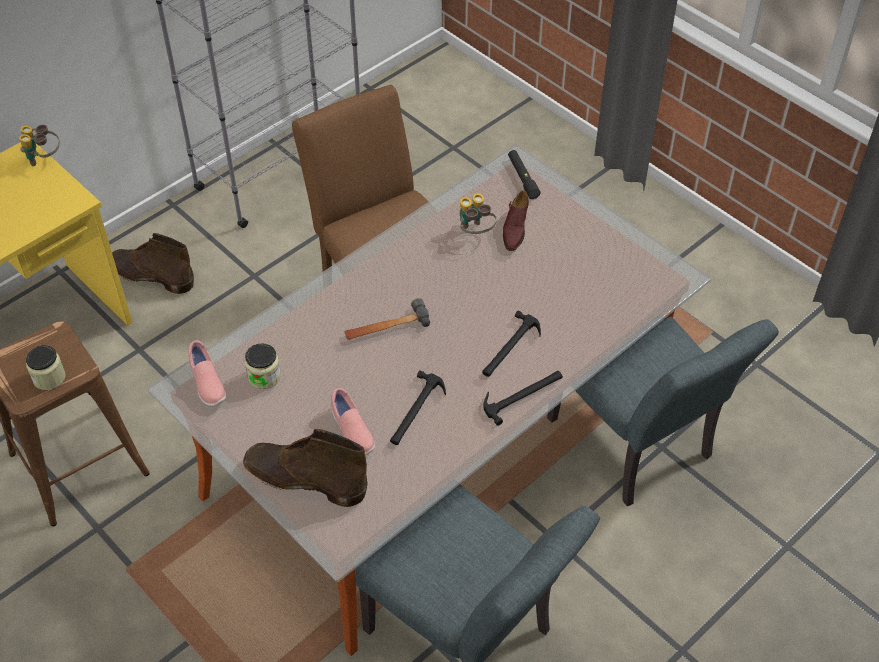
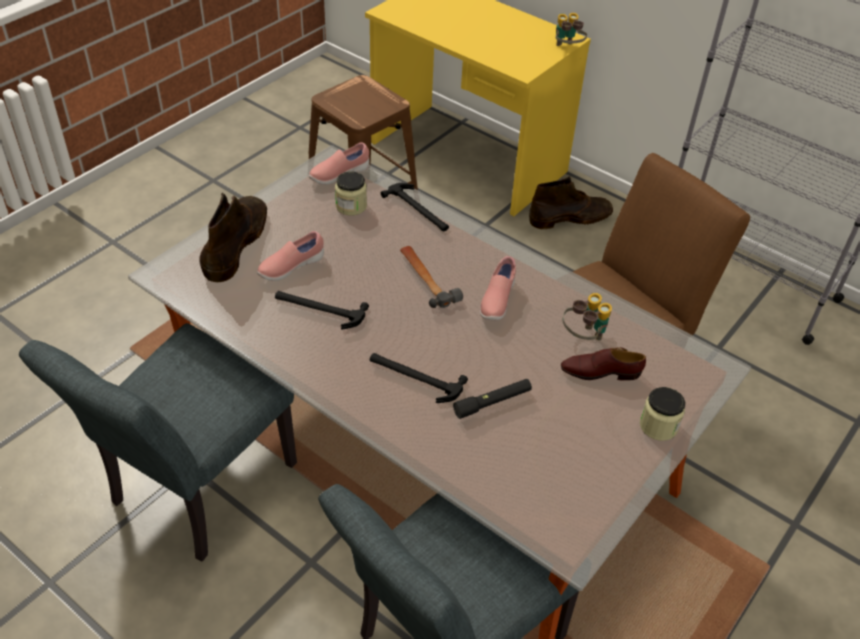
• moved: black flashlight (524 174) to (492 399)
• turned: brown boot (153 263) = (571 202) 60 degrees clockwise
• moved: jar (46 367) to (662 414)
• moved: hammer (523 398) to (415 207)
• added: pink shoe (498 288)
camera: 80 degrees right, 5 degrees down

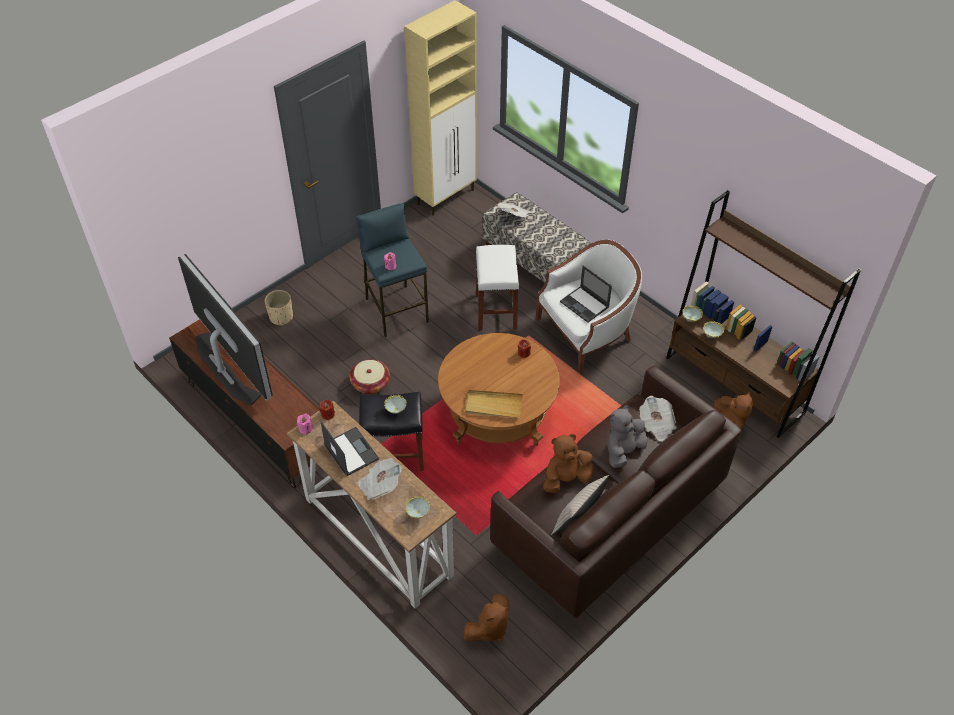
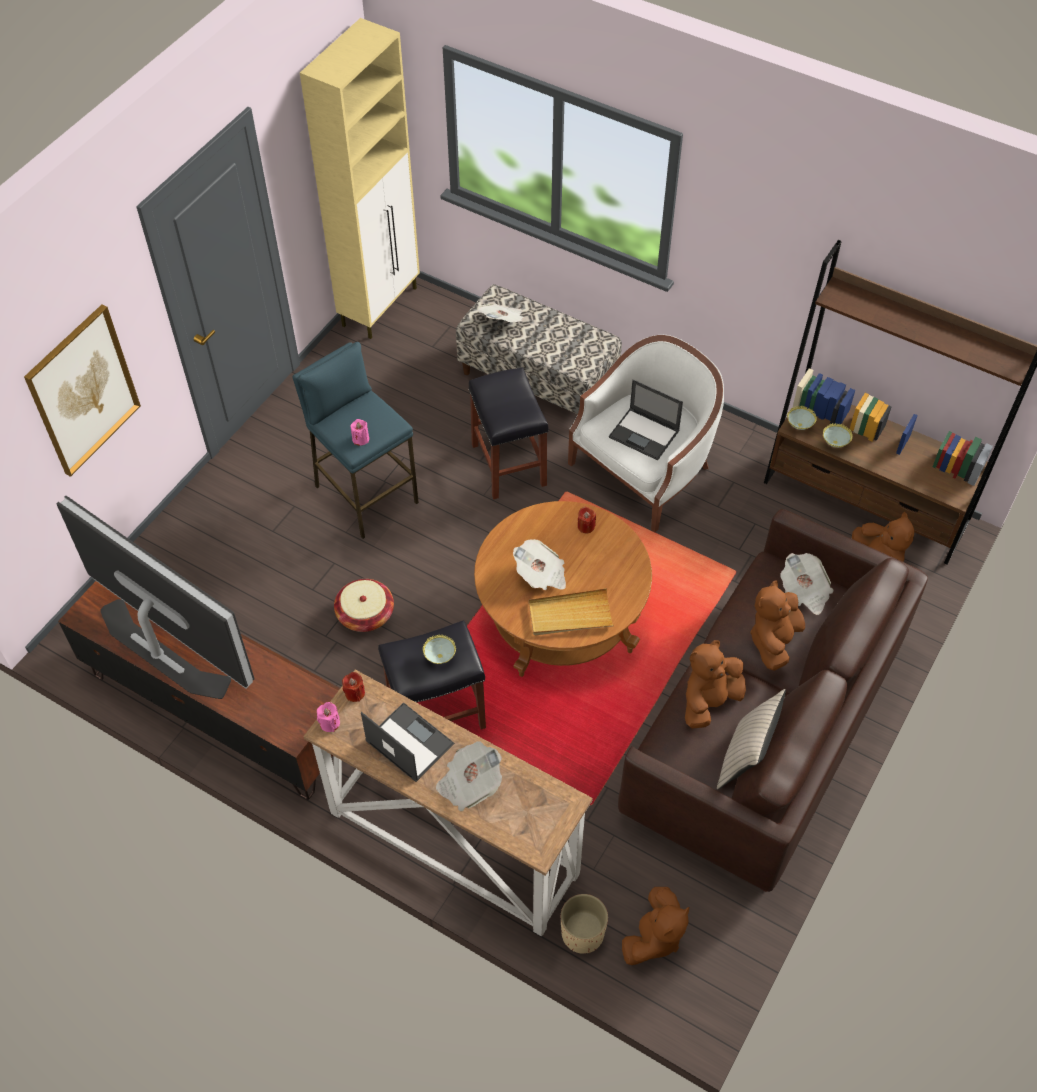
• recoloured: white stool (497 288) to black stool (508 433)
• moved: beige planter (279 308) to (584 924)
• recoloured: grey plush toy (628 437) to brown plush toy (777 625)
• removed: bowl (417 507)
• added: picture (82 390)
• added: newspaper (539 564)
camera: 15 degrees left, 5 degrees up

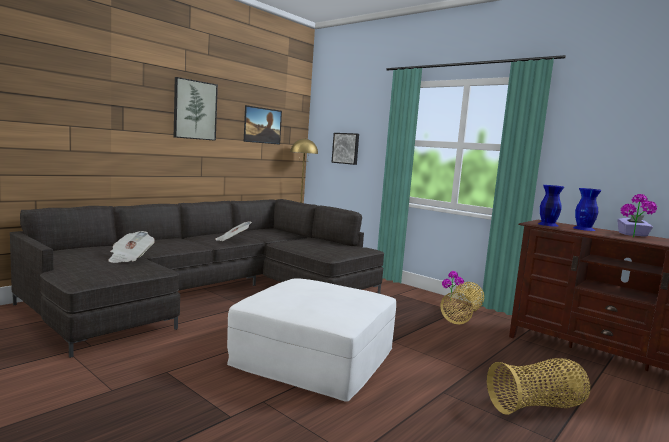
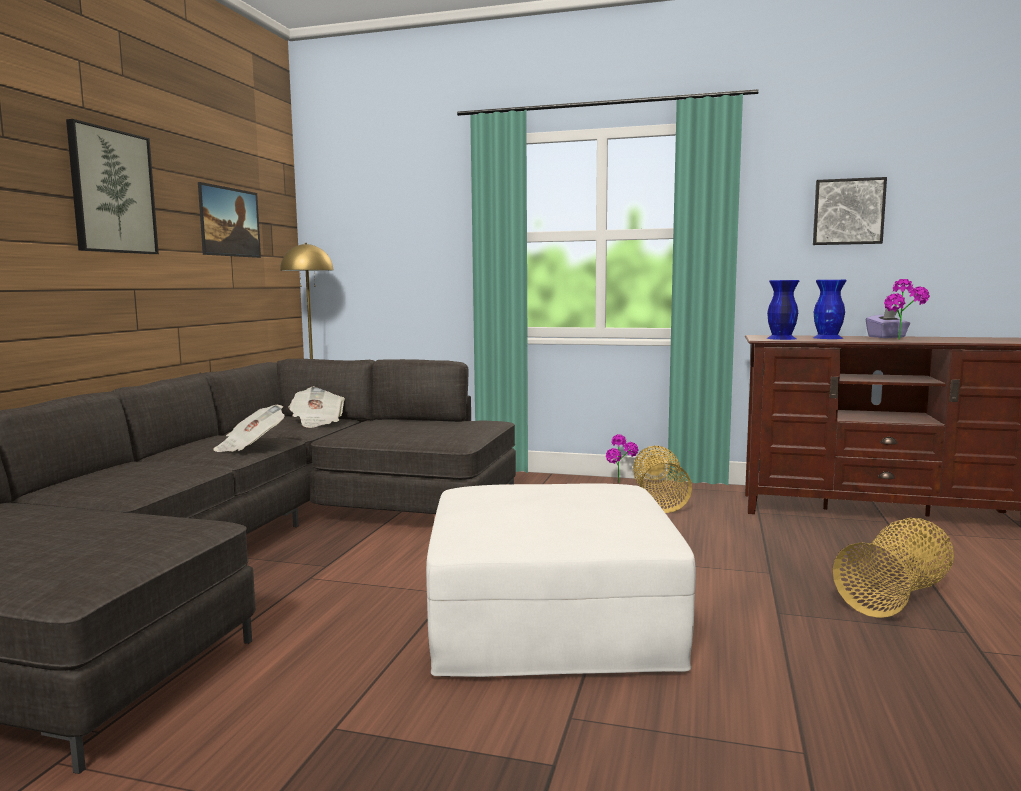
• moved: picture (345 149) to (850 211)
• moved: newspaper (131 247) to (317 407)
camera: 25 degrees left, 0 degrees up

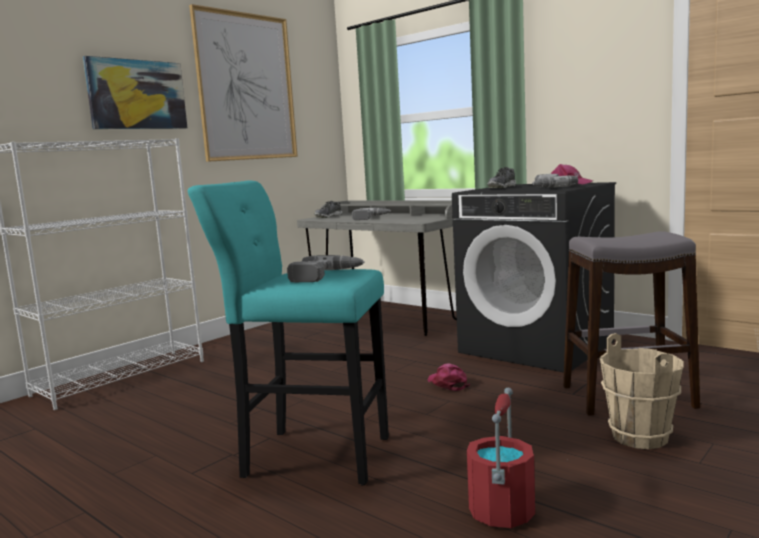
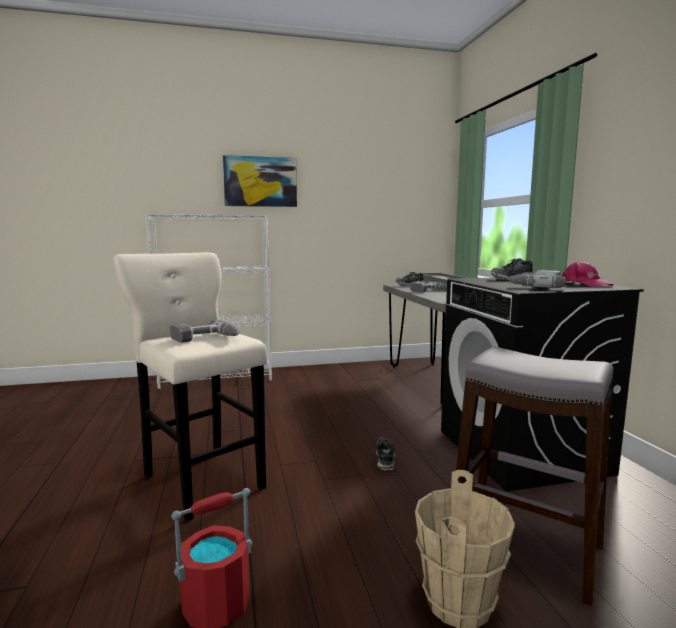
• removed: picture (243 83)
• recoloured: turquoise stool (288 333) to beige stool (190 387)
• replaced: pink cap (448 377) to shoe (385 454)
camera: 35 degrees right, 0 degrees up

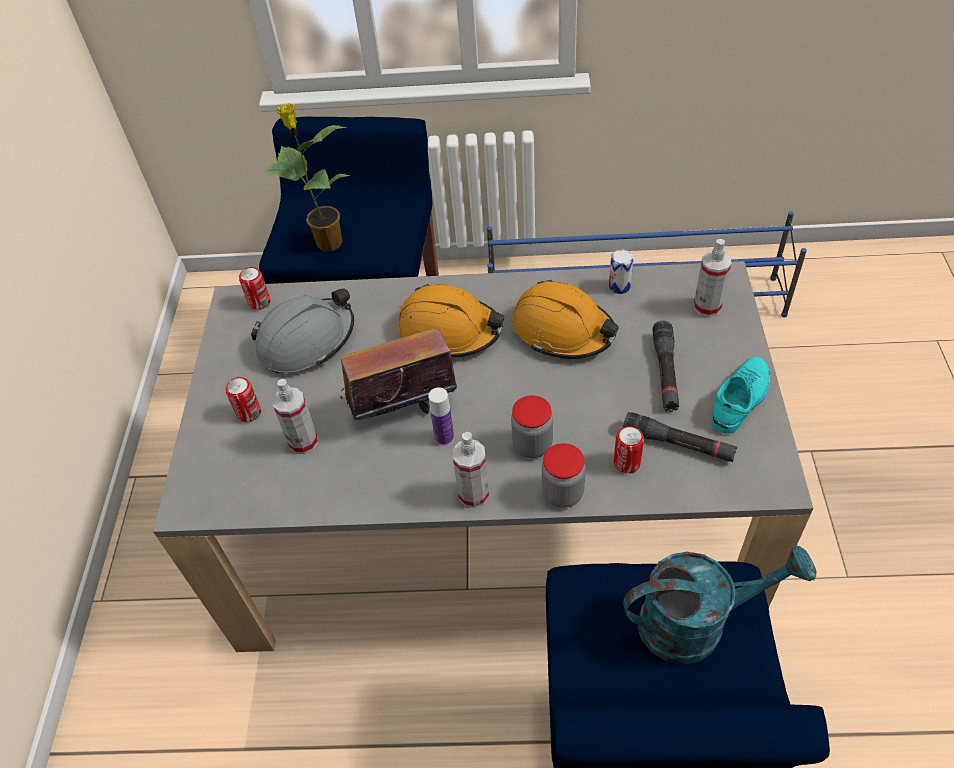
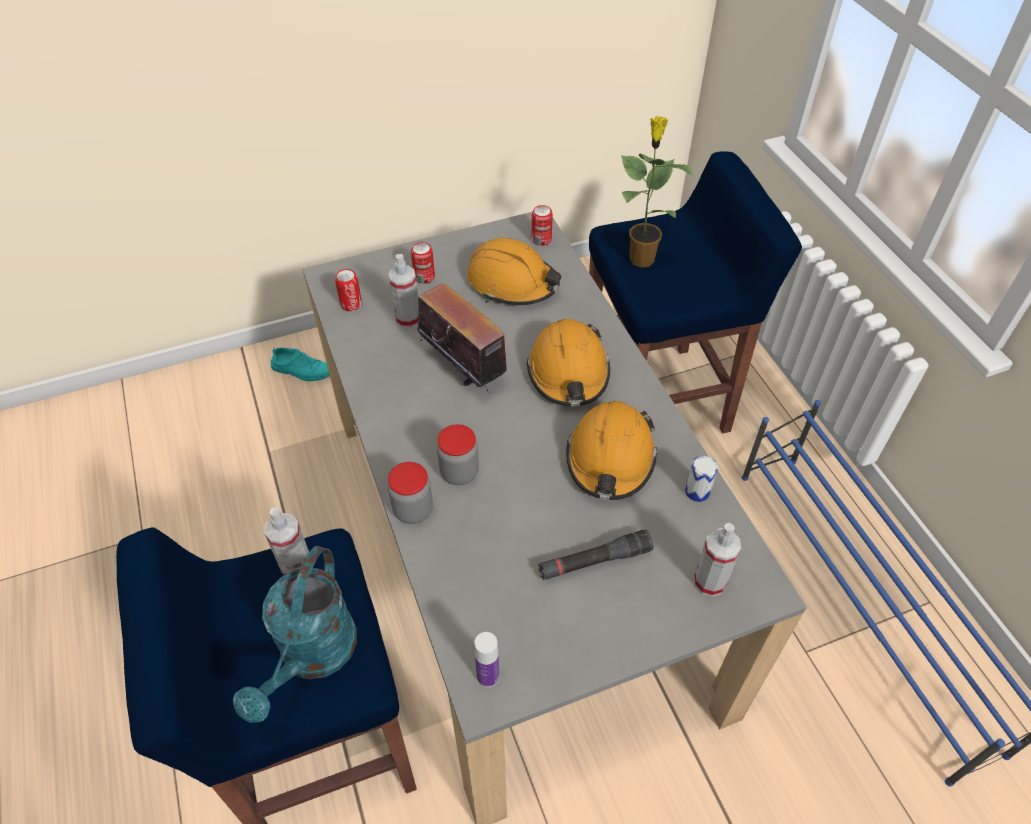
• recoloured: grey hard hat (302 330) to orange hard hat (514 271)
• moved: turquoise shoe (740 395) to (300 364)
• moved: bottle (441 417) to (486 659)
• removed: black flashlight (680 437)
• moved: can (629 450) to (348 290)
• moved: spray bottle (471 470) to (286 541)
• turned: turquoise watering can (719 604) = (295 634) 45 degrees clockwise
camera: 65 degrees right, 0 degrees up

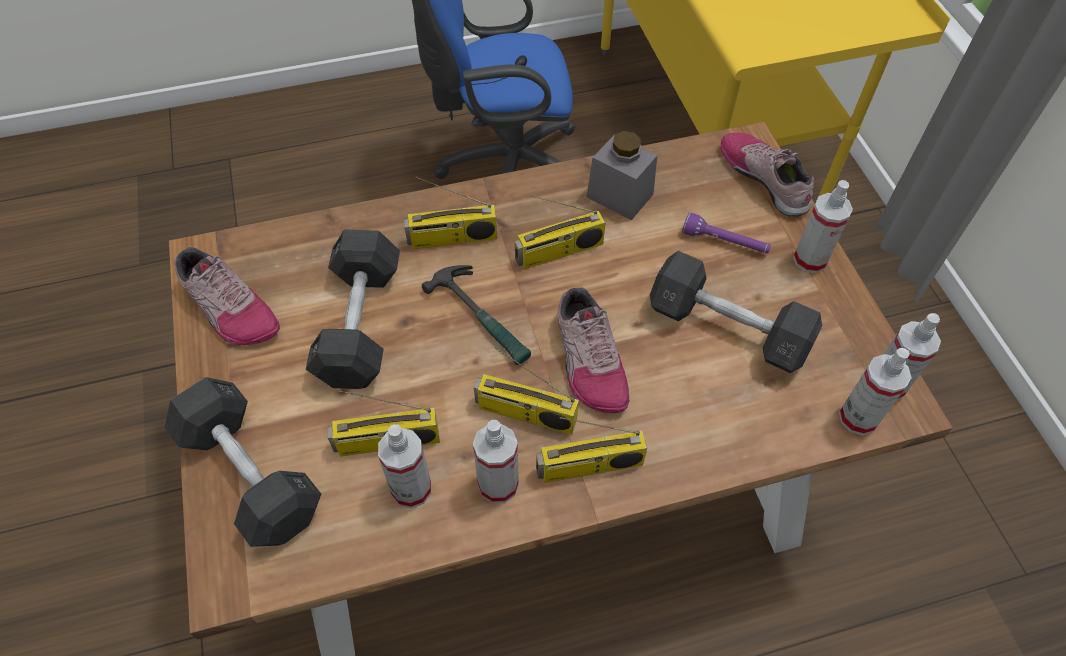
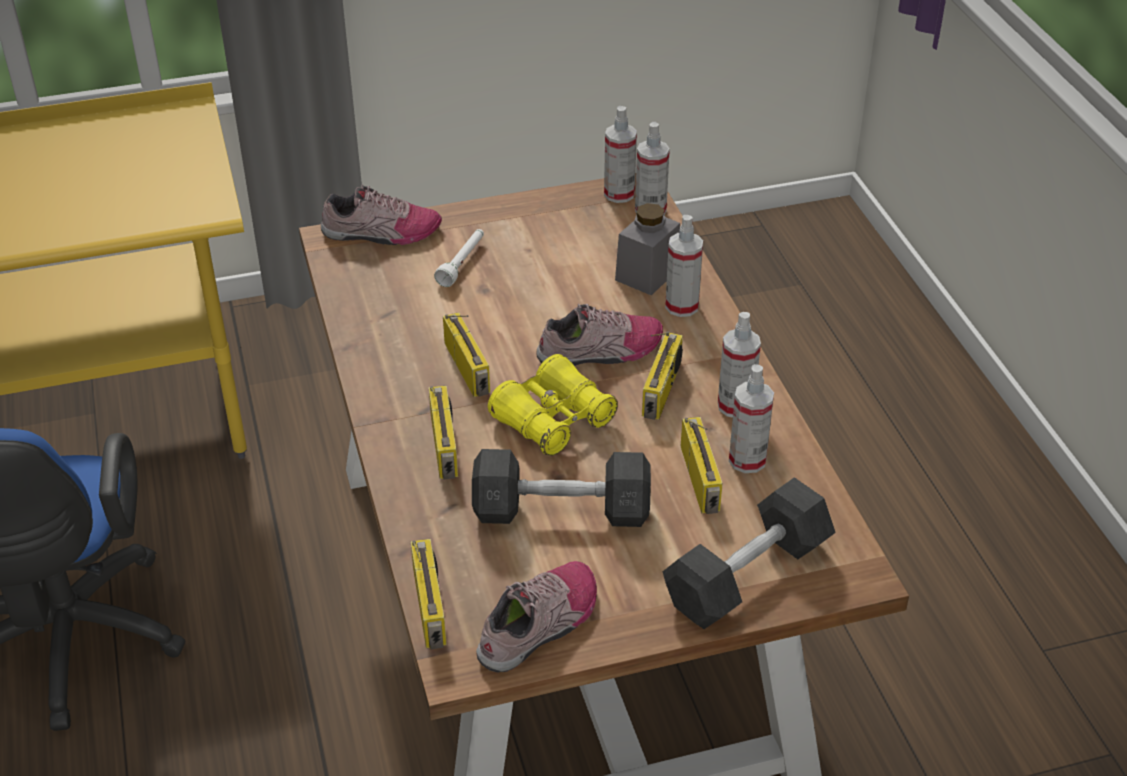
• moved: grey jar (622 175) to (647 249)
• turned: shoe (767 175) = (381 215) 150 degrees counterclockwise
• moved: spray bottle (823 226) to (684 266)
• recoloured: purple flashlight (726 232) to white flashlight (459 258)
• removed: grey dumbbell (736 312)
• replaced: hammer (476 315) to yellow binoculars (553 405)
• moved: radio (591 450) to (429 594)
camera: 90 degrees left, 15 degrees down

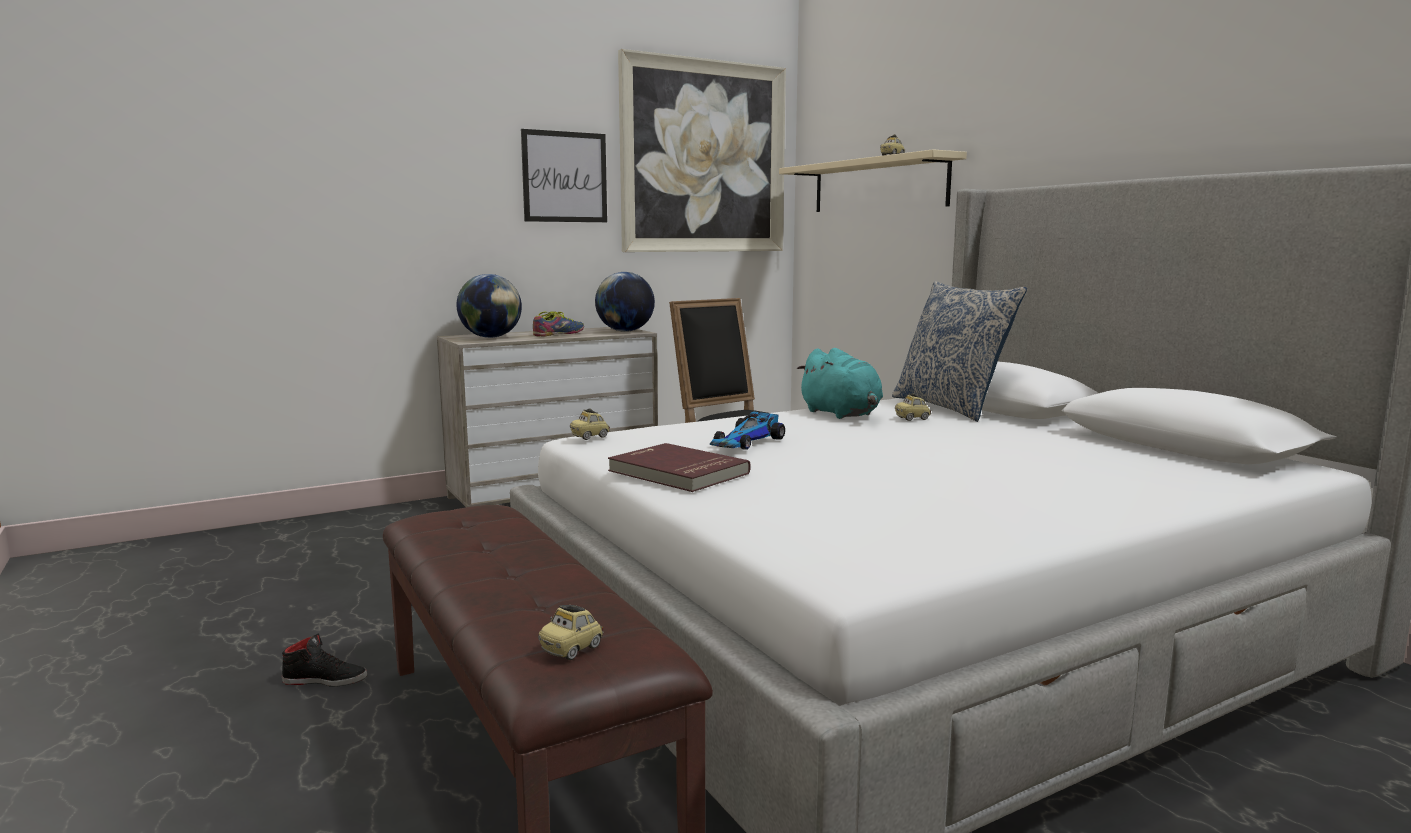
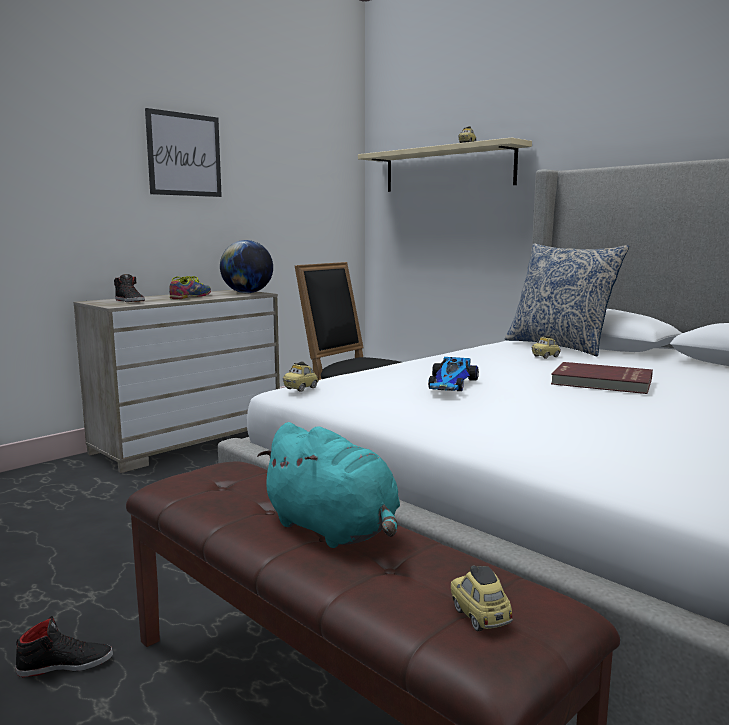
• removed: picture (702 150)
• replaced: globe (489 306) to black shoe (129 288)
• moved: turquoise plush toy (840 383) to (328 485)
• moved: red book (679 467) to (602 378)
• turned: toy car (571 632) = (482 598) 135 degrees clockwise
camera: 15 degrees left, 0 degrees up

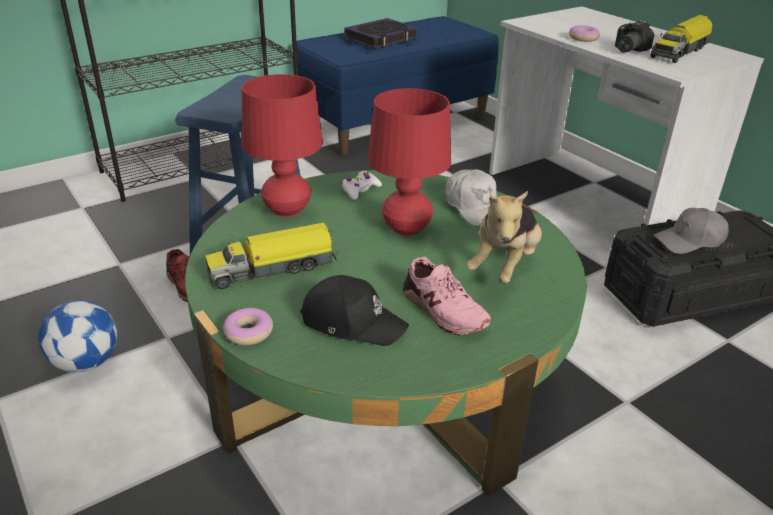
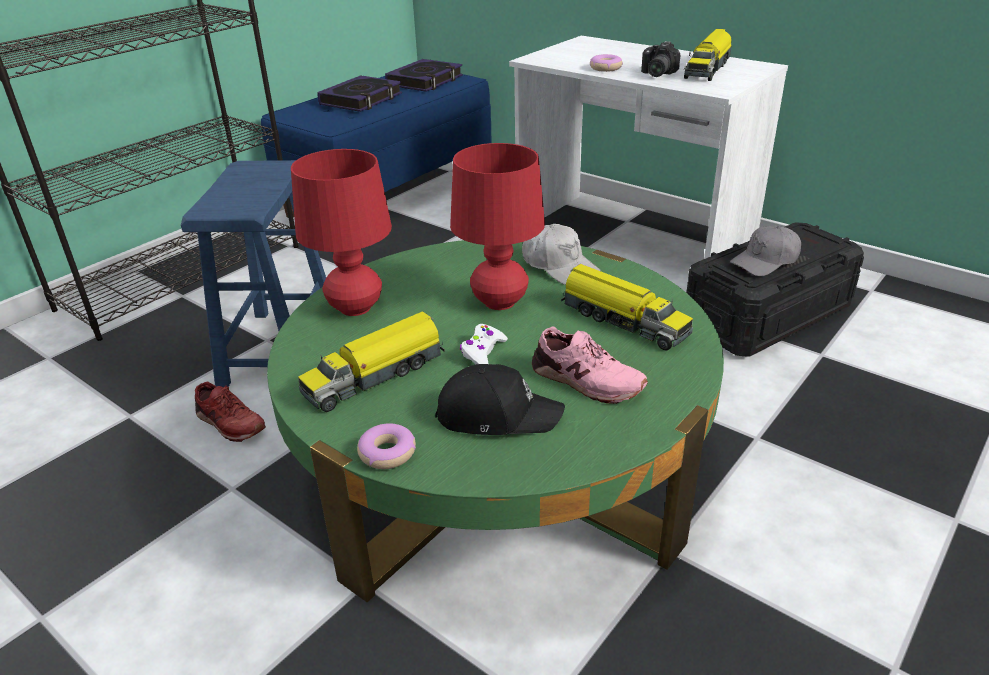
• moved: white game controller (361 185) to (484 344)
• replaced: plush toy (504 237) to toy truck (627 307)
• removed: football (77 336)
• added: book (424 75)
camera: 15 degrees left, 0 degrees up

